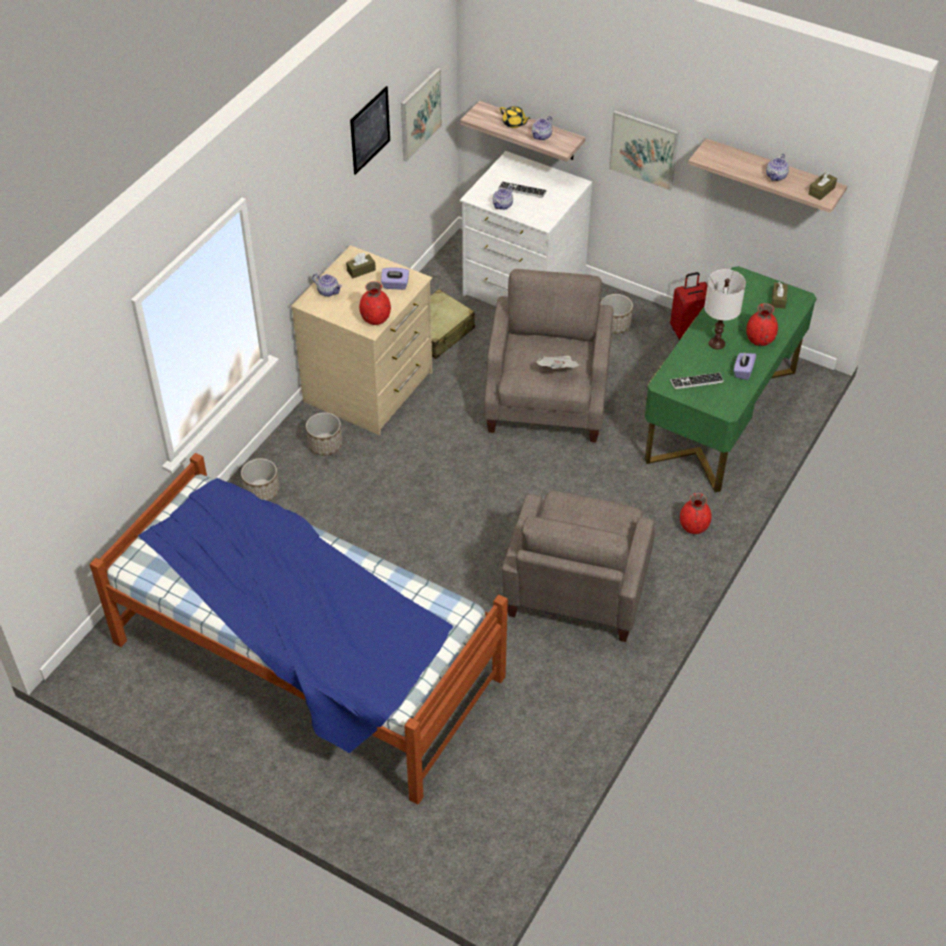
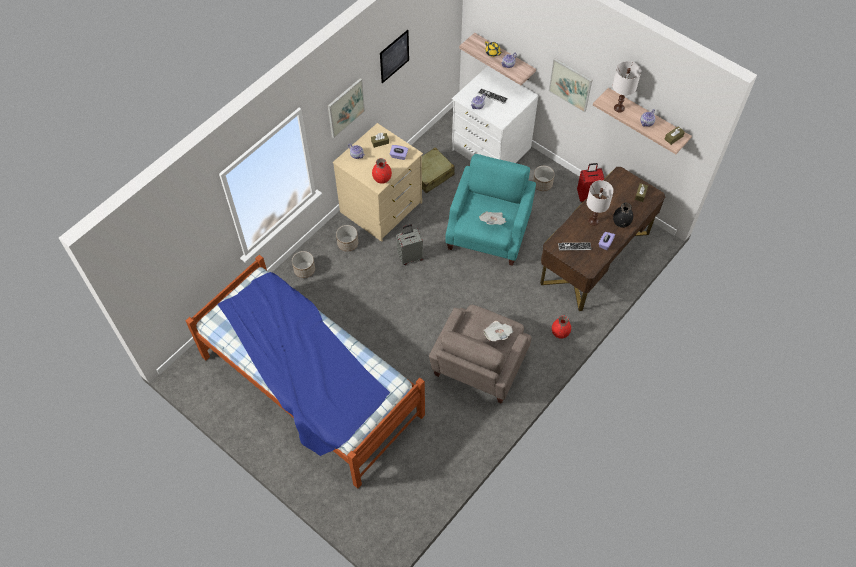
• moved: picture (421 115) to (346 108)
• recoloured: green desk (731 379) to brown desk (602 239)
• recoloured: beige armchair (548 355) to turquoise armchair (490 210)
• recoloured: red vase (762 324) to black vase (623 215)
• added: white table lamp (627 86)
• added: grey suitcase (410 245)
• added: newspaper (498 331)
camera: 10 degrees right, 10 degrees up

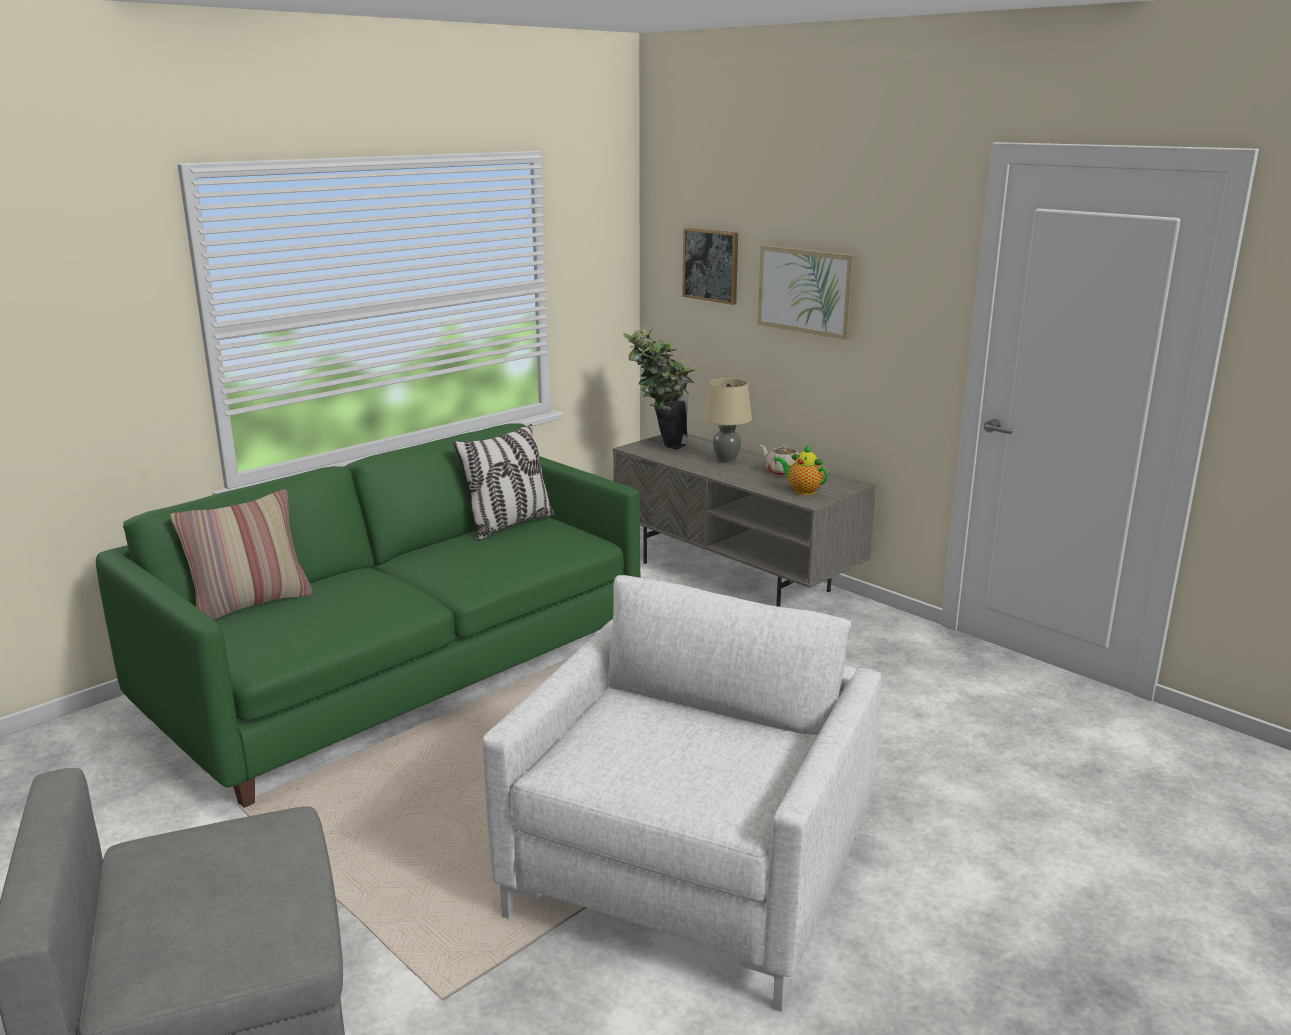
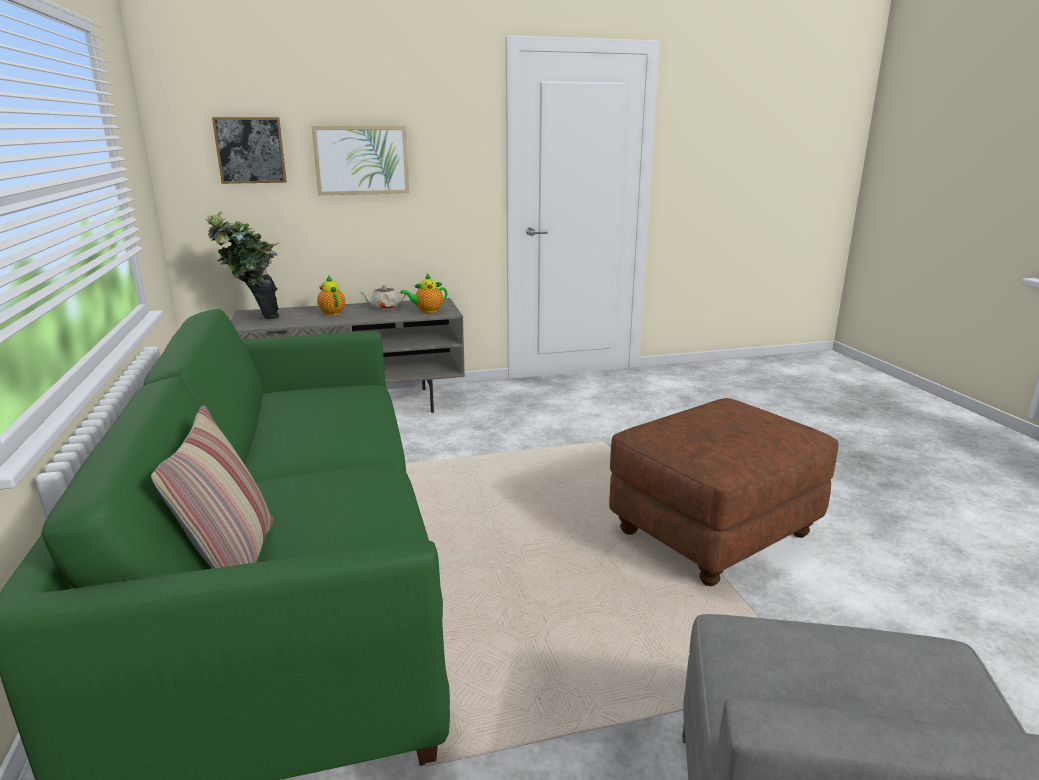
• replaced: beige table lamp (728 420) to teapot (331 295)
• removed: pillow (504 482)
• replaced: white armchair (681 793) to brown ottoman (724 492)
camera: 60 degrees left, 0 degrees up

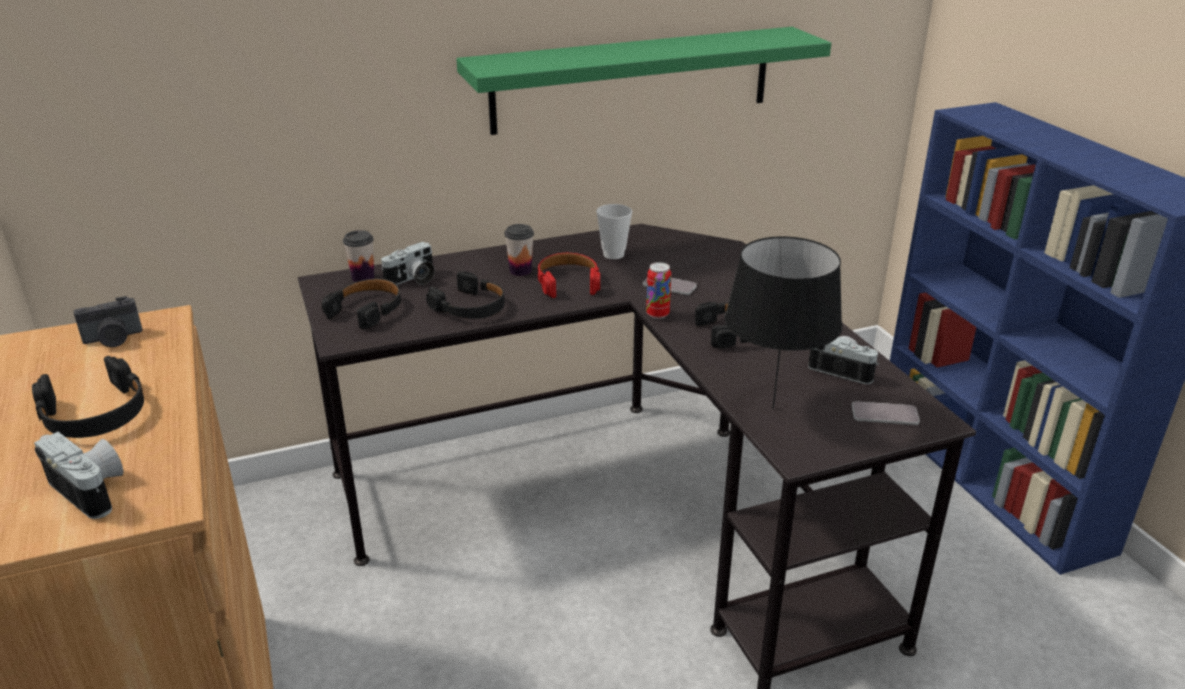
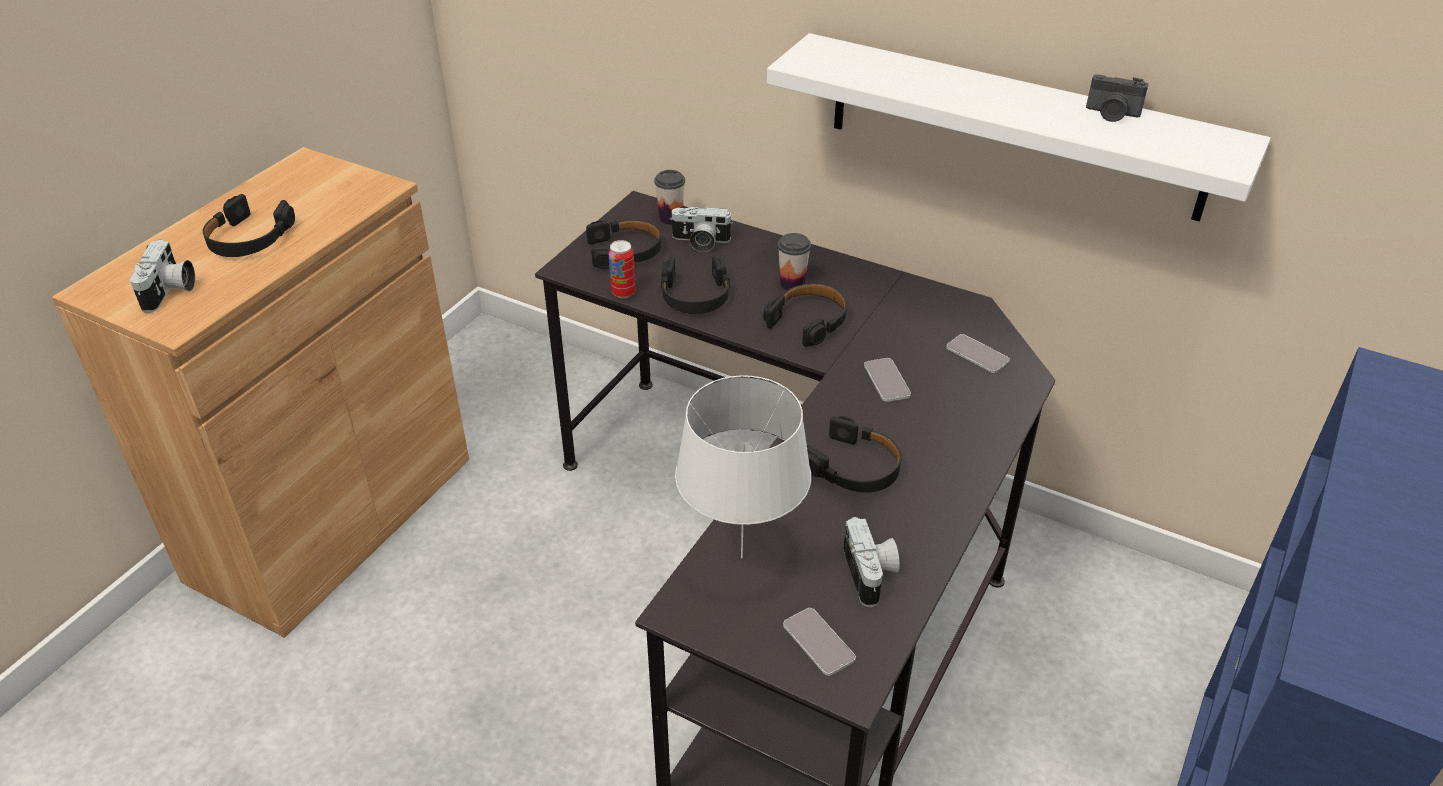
• recoloured: green shelf (643 81) to white shelf (1019 127)
• removed: cup (614 231)
• recoloured: black table lamp (783 322) to white table lamp (743 466)
• recoloured: red headphones (569 275) to black headphones (805 315)
• moved: can (658 290) to (622 269)
• moved: photo camera (108 321) to (1117 98)
• added: phone (978 353)
camera: 50 degrees right, 10 degrees up

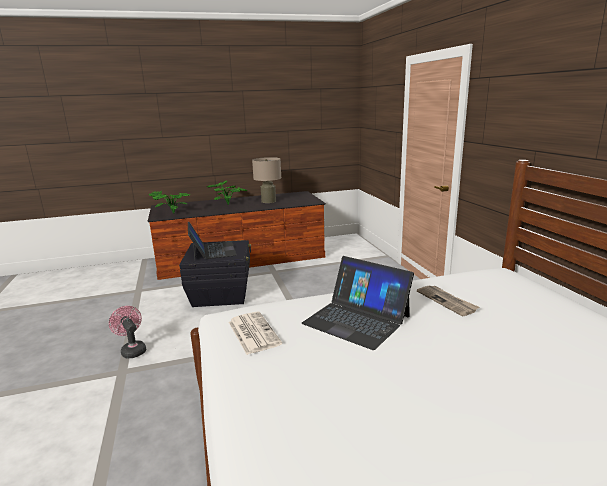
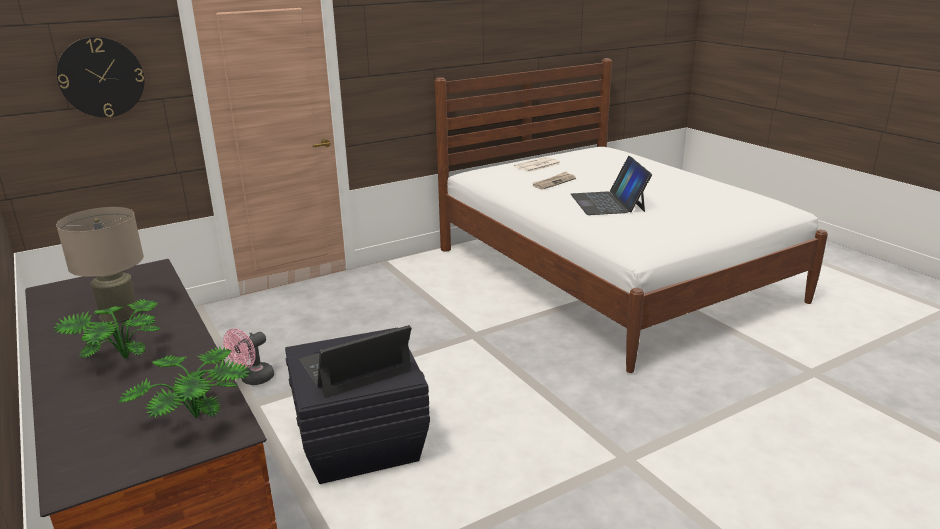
• turned: laptop (357 303) = (611 185) 150 degrees clockwise
• moved: pink fan (127 332) to (248 356)
• moved: newspaper (255 333) to (537 164)
• added: wall clock (100 77)
camera: 105 degrees left, 5 degrees up

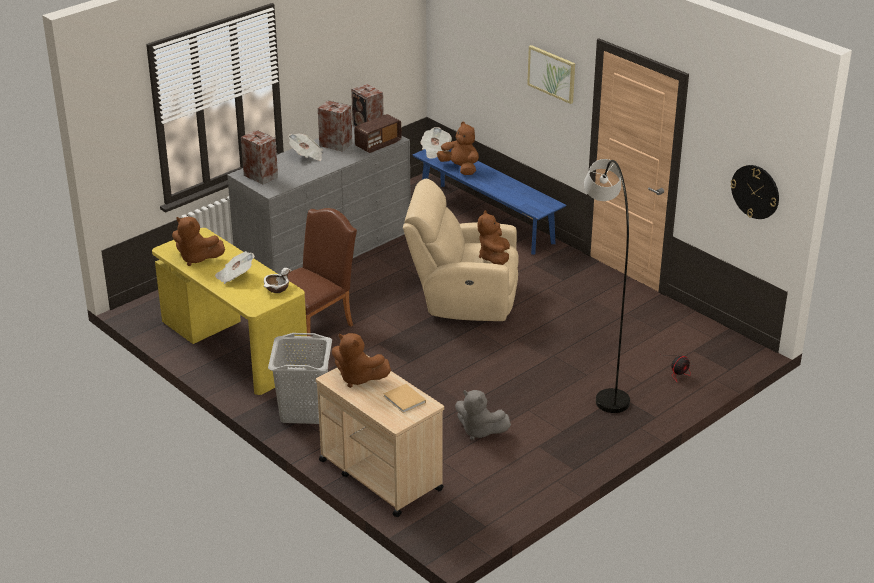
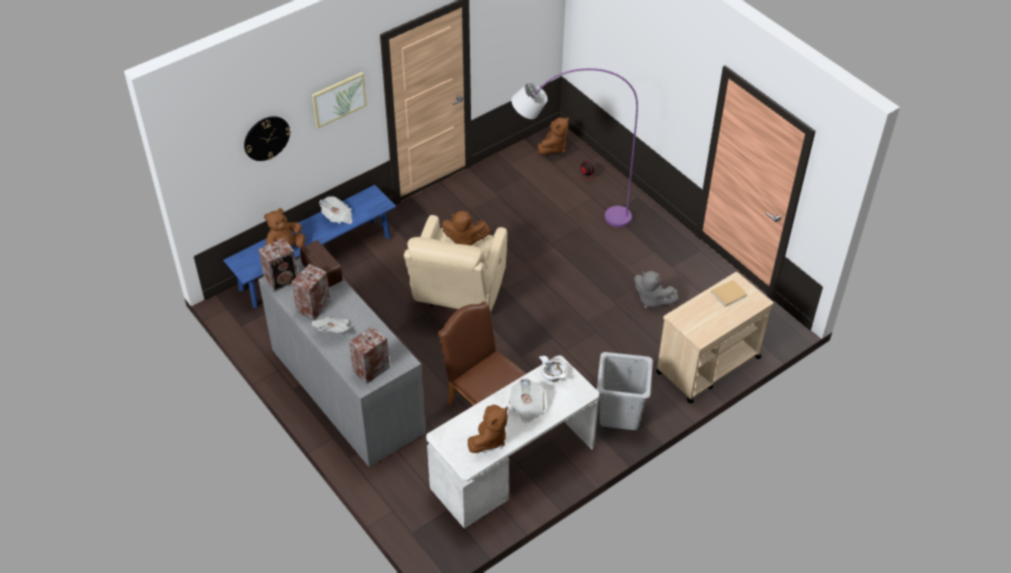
• moved: newspaper (436 143) to (335 210)
• recoloured: grey floor lamp (607 286) to purple floor lamp (574 148)
• moved: wall clock (754 192) to (267 138)
• recoloured: yellow desk (229 311) to white desk (512 442)
• moved: brown plush toy (361 360) to (553 136)
• turned: grey plush toy (483 415) = (656 289) 90 degrees clockwise
camera: 85 degrees left, 15 degrees up

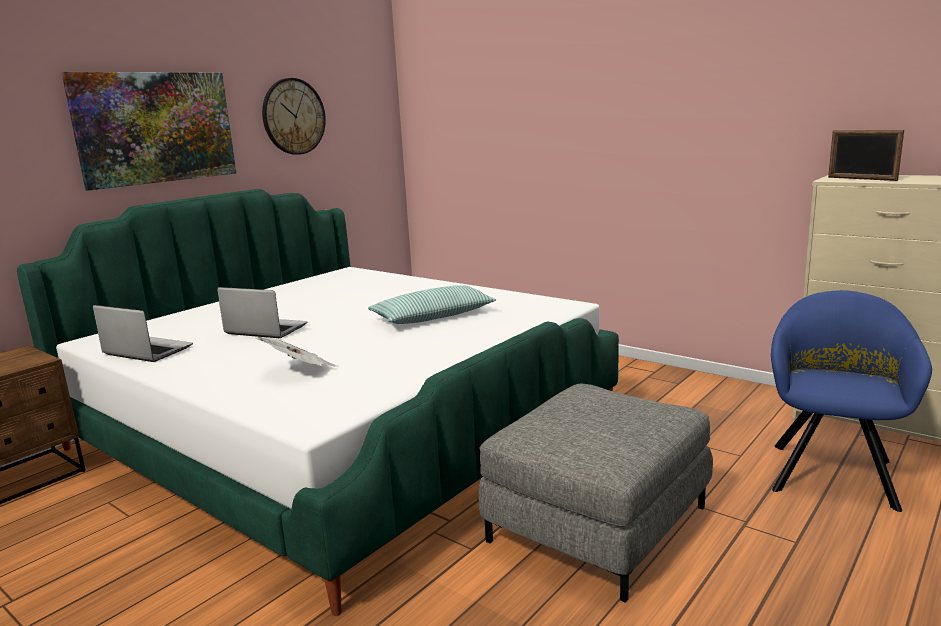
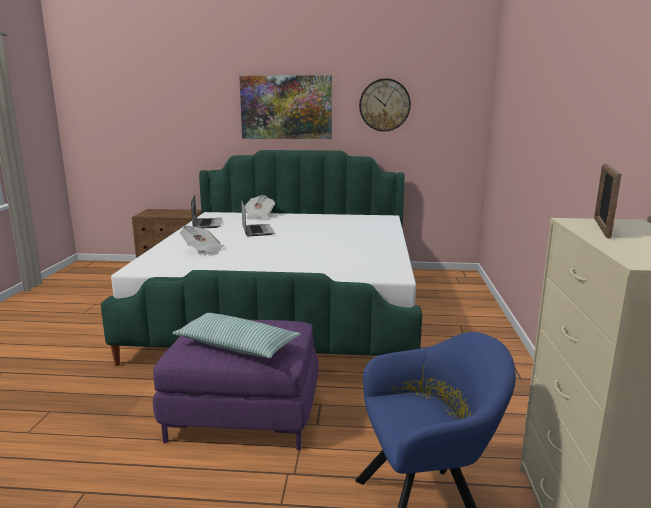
• moved: pillow (432 305) to (236 335)
• recoloured: grey ottoman (596 493) to purple ottoman (236 384)
• added: newspaper (260 207)
camera: 55 degrees right, 0 degrees up

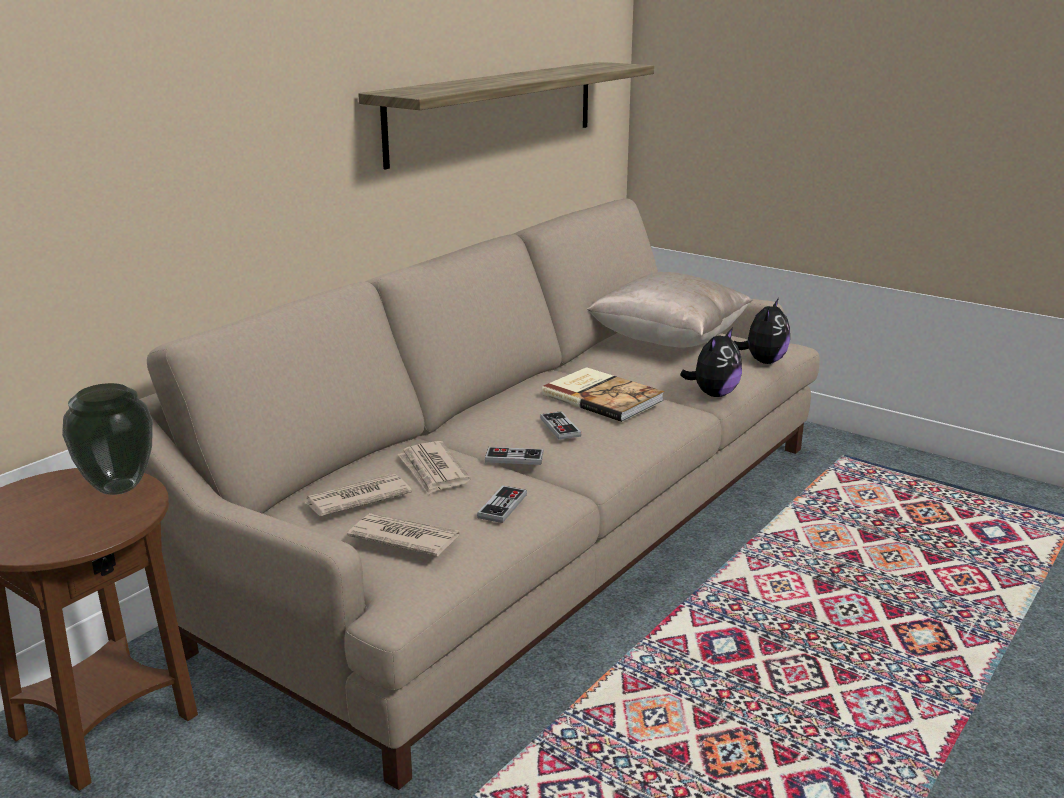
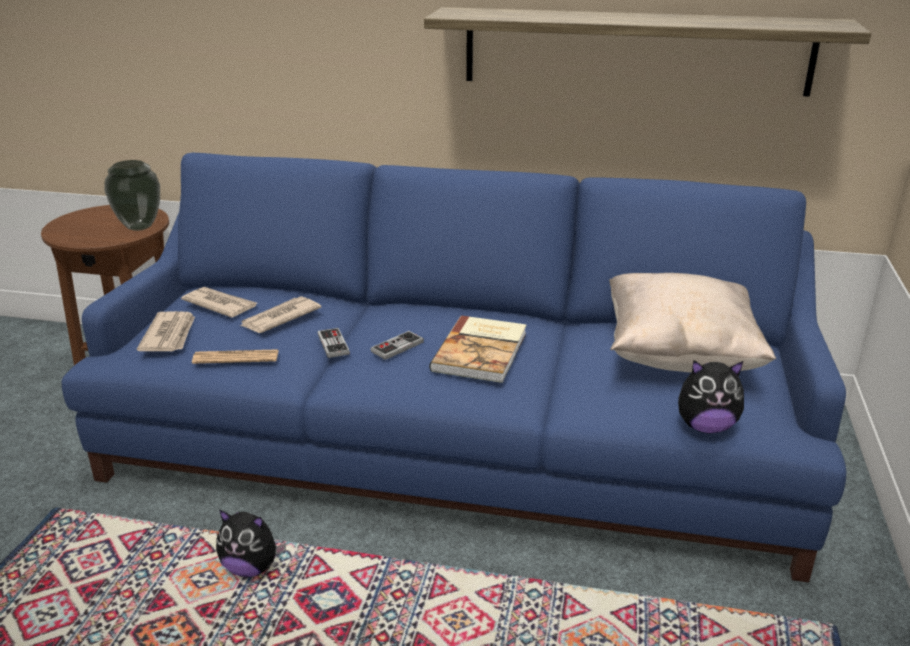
• recoloured: beige sofa (480 494) to blue sofa (454 367)
• moved: plush toy (711 362) to (251 543)
• replaced: game controller (502 504) to newspaper (235 356)
camera: 65 degrees right, 5 degrees up

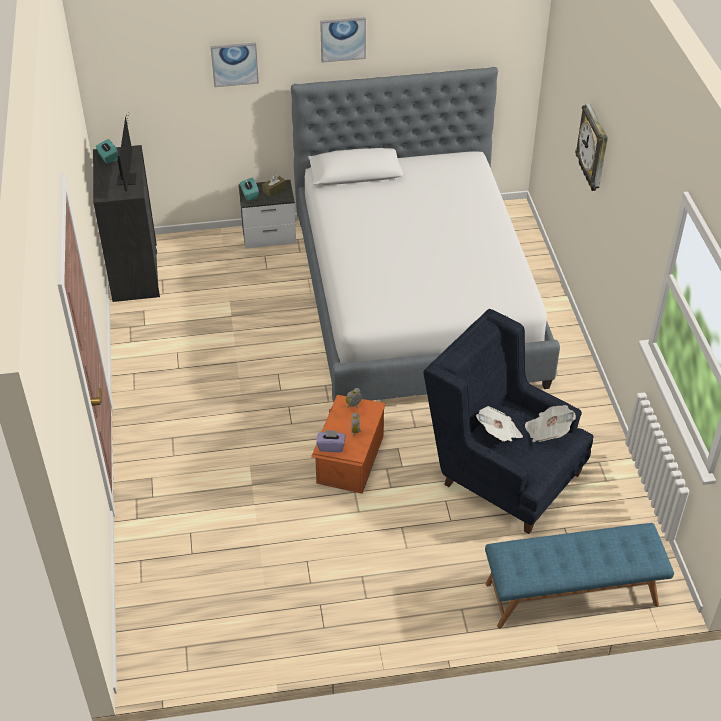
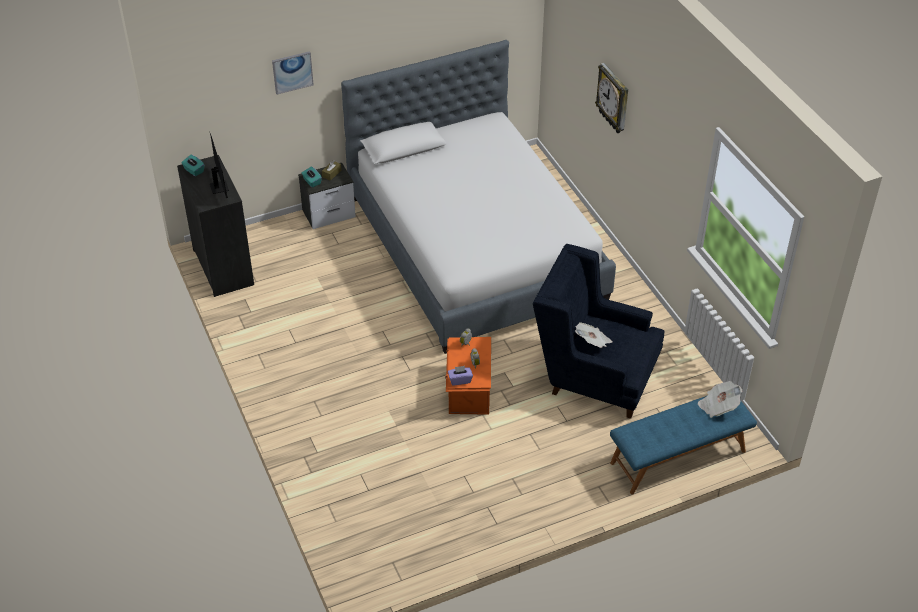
• removed: picture (343 40)
• moved: newspaper (550 423) to (720 399)
camera: 15 degrees left, 0 degrees up

